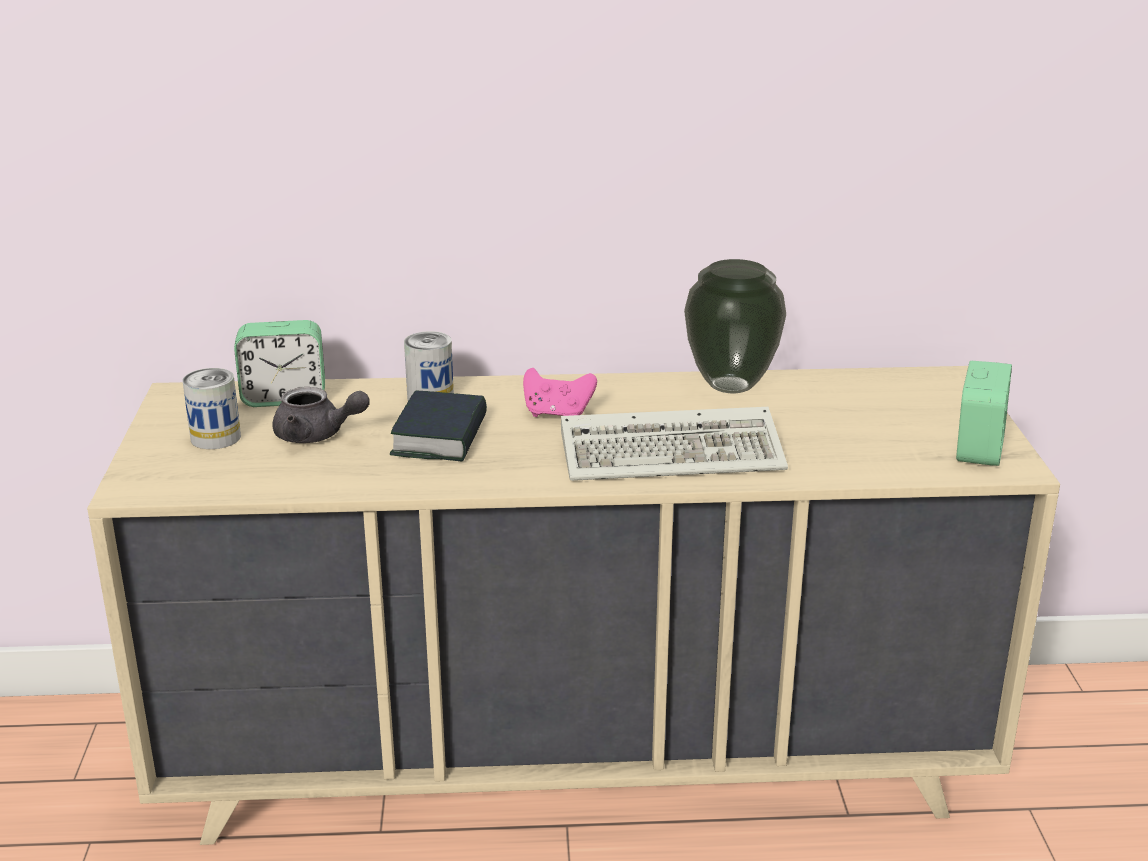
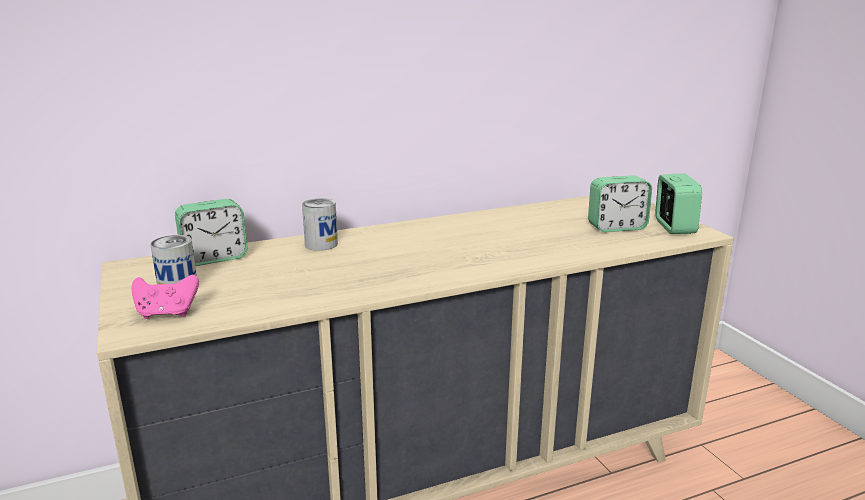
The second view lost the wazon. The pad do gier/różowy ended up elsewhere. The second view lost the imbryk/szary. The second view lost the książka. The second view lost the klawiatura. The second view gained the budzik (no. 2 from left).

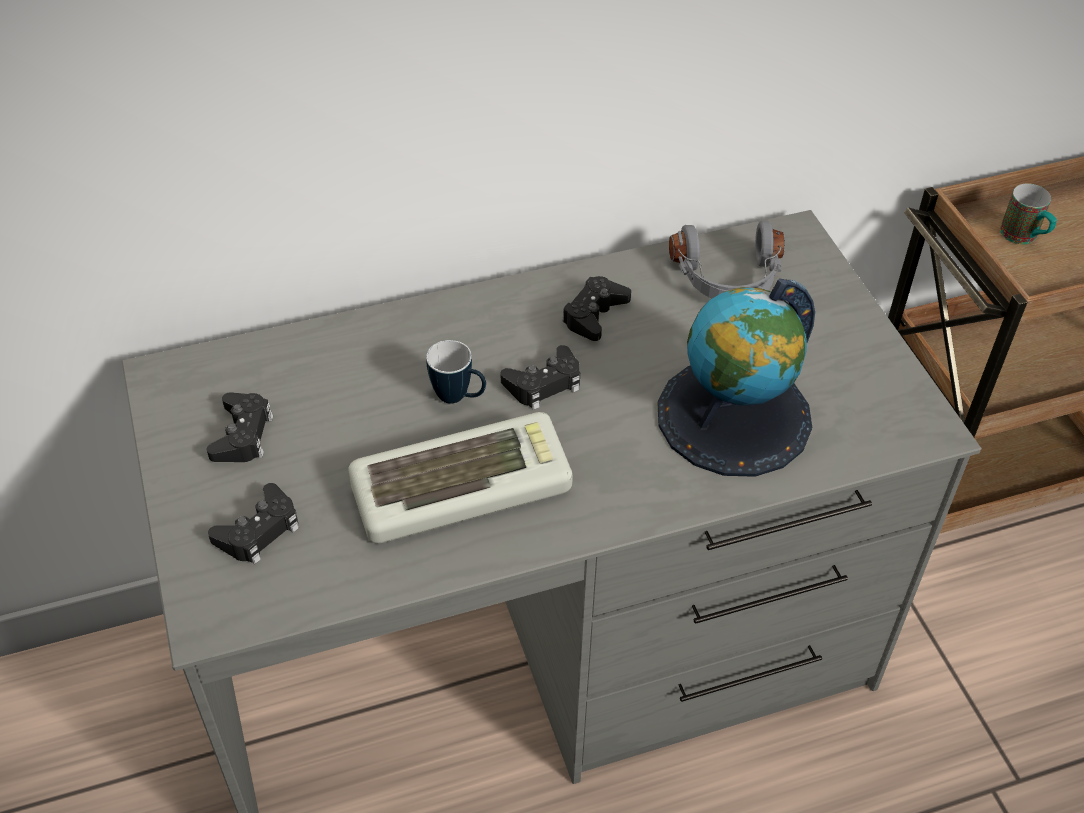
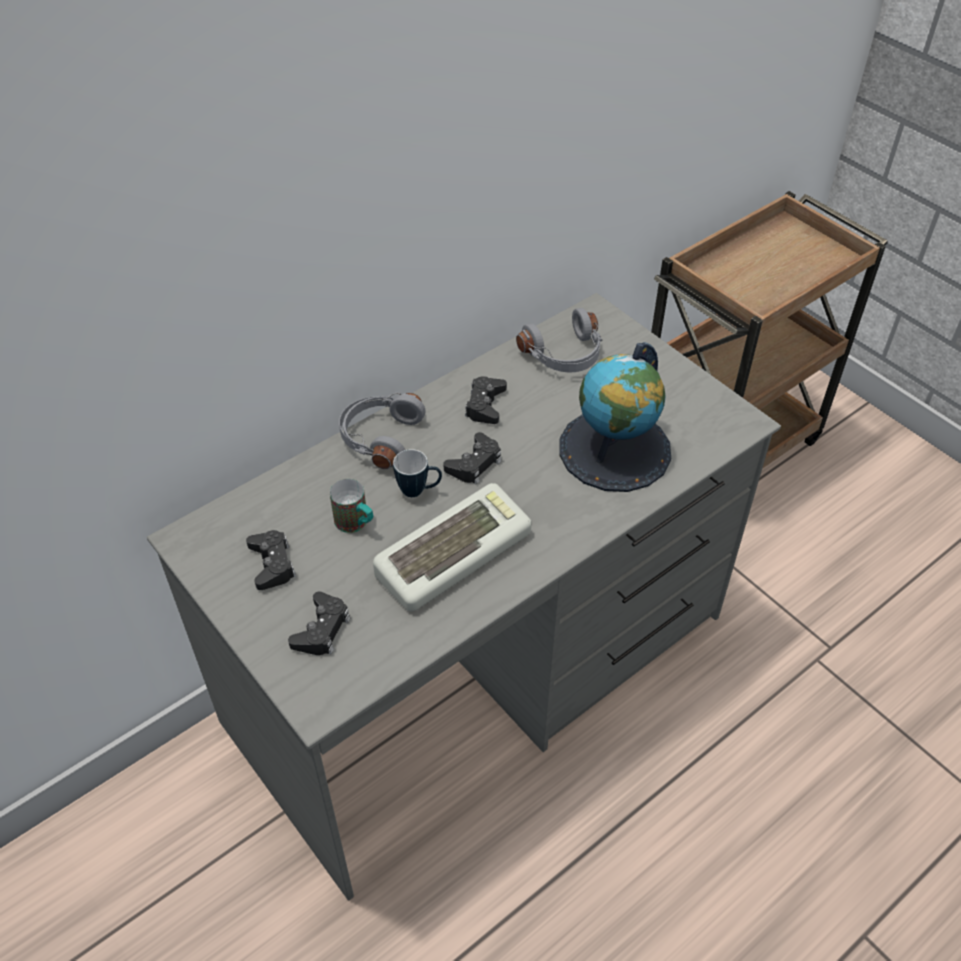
The kubek (no. 2 from left in the first image) ended up elsewhere. The second view gained the słuchawki/szary (no. 1 from left).

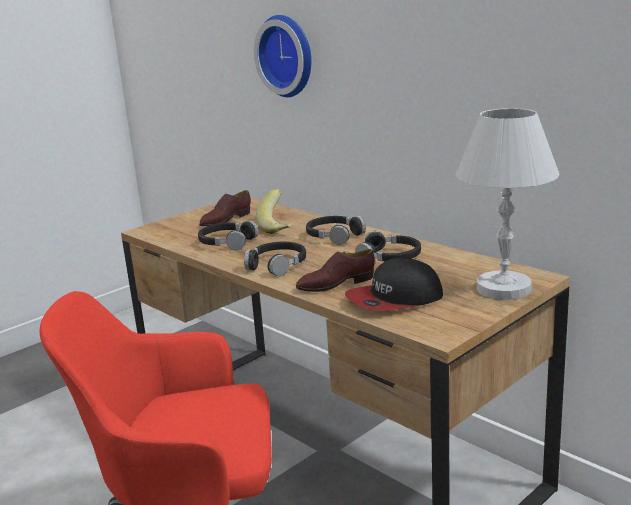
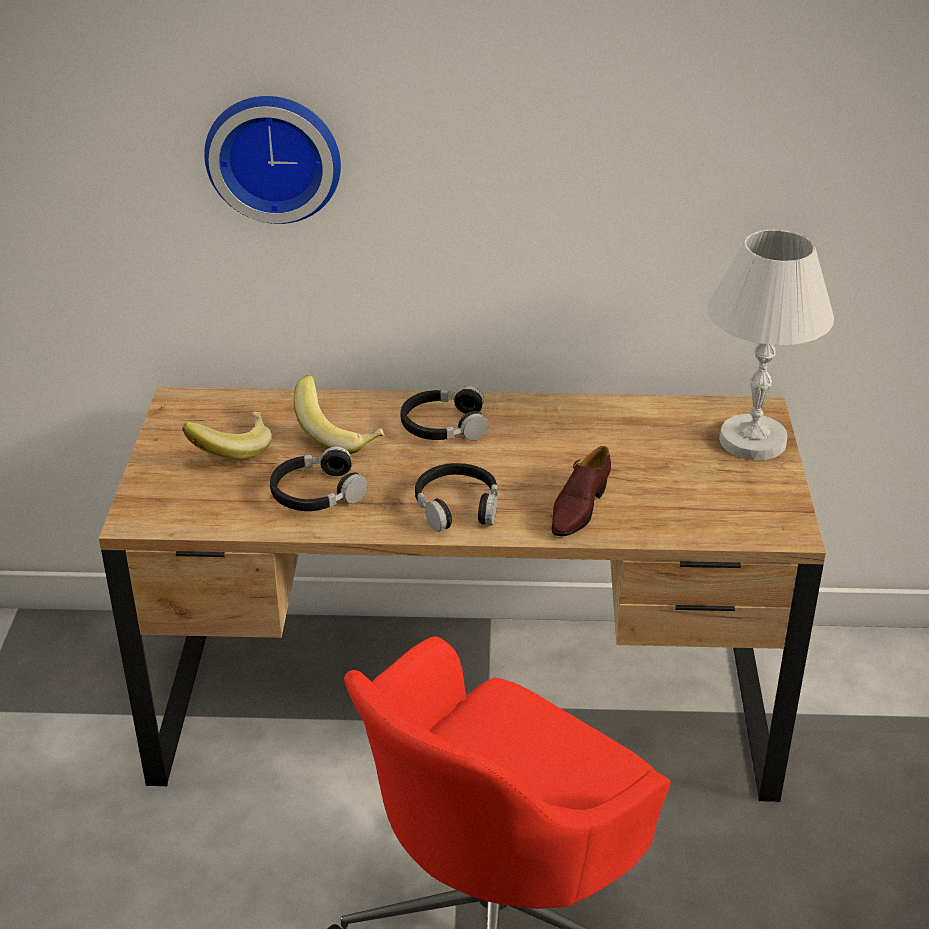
Where the but/brązowy (no. 1 from left) stood, the banan (no. 1 from left) came to stand. The second view lost the słuchawki/czarny (no. 4 from left). The second view lost the czapka z daszkiem.

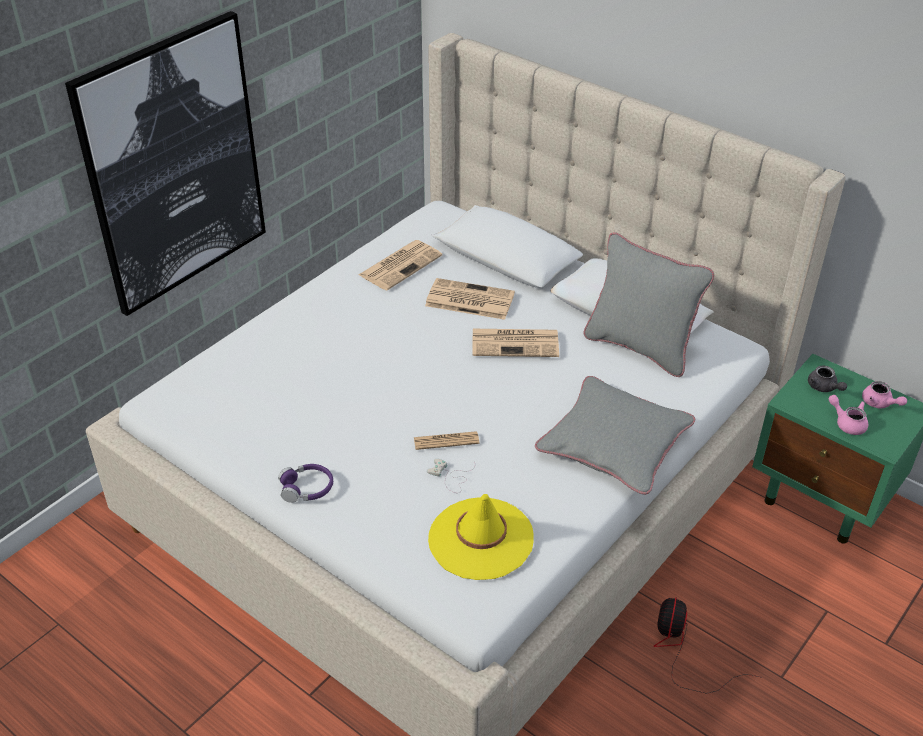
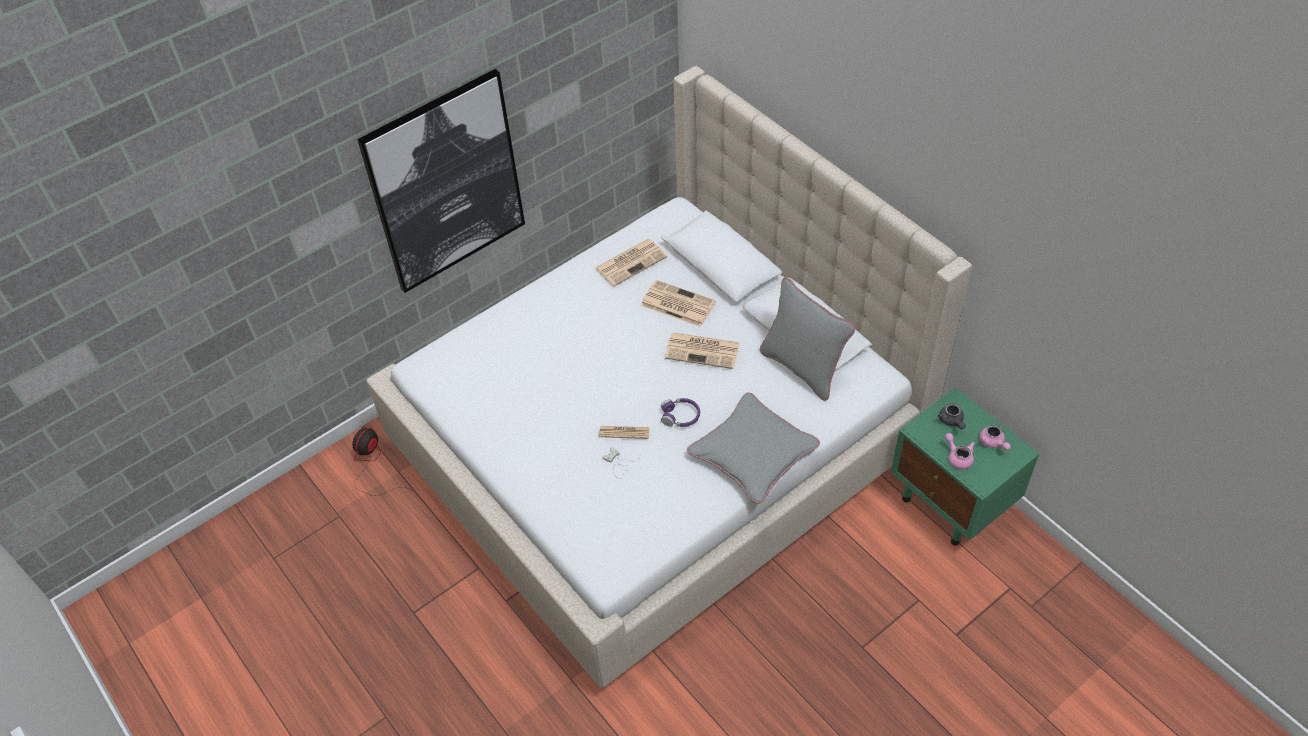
The słuchawki/fioletowy ended up elsewhere. The second view lost the kapelusz/żółty. The wentylator ended up elsewhere.

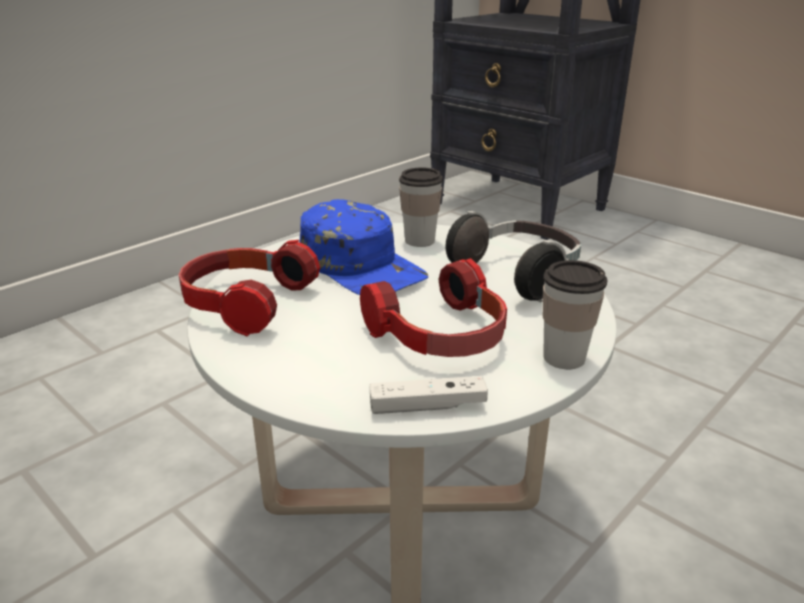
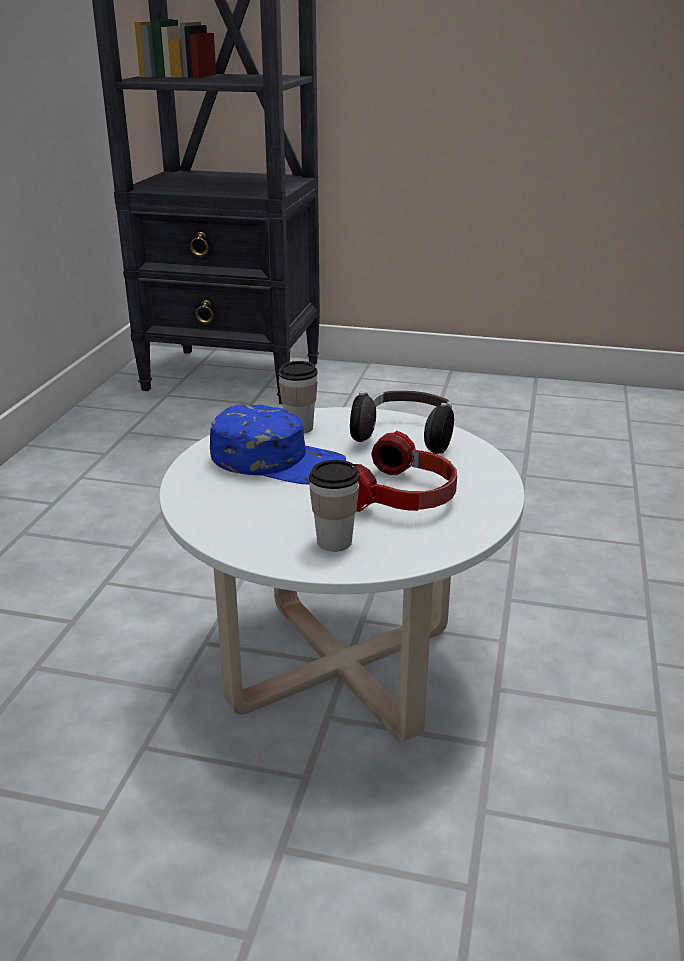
The second view lost the słuchawki (no. 1 from left). The filiżanka (no. 2 from left) ended up elsewhere. The second view lost the pad do gier/biały.

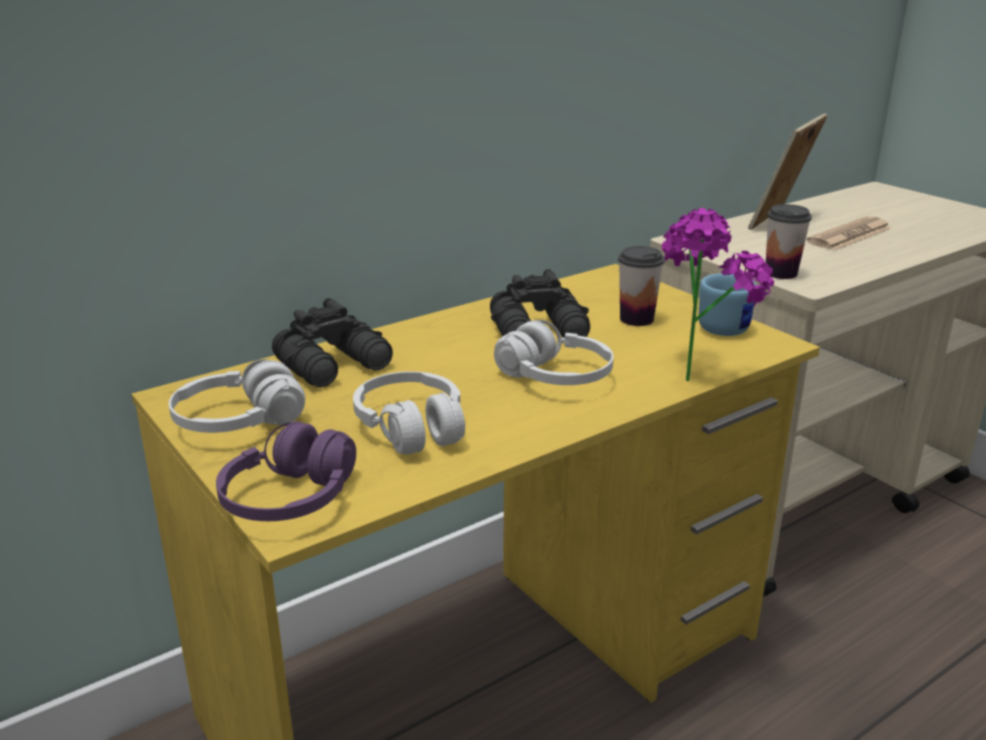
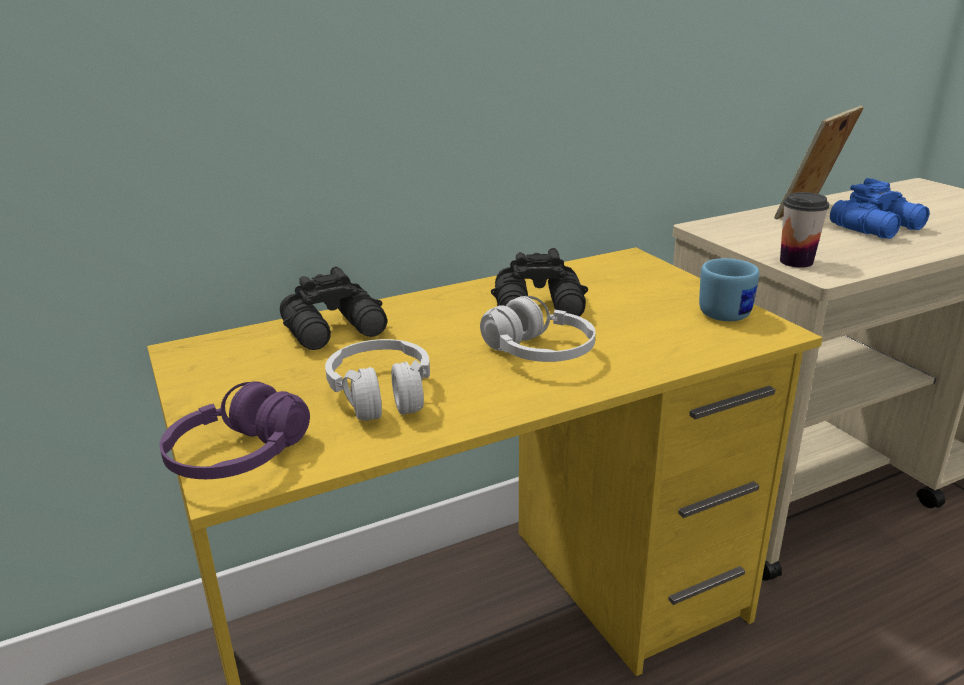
The second view lost the roślina doniczkowa. Where the gazeta stood, the lornetka/niebieski came to stand. The second view lost the filiżanka (no. 1 from left). The second view lost the słuchawki/biały (no. 1 from left).

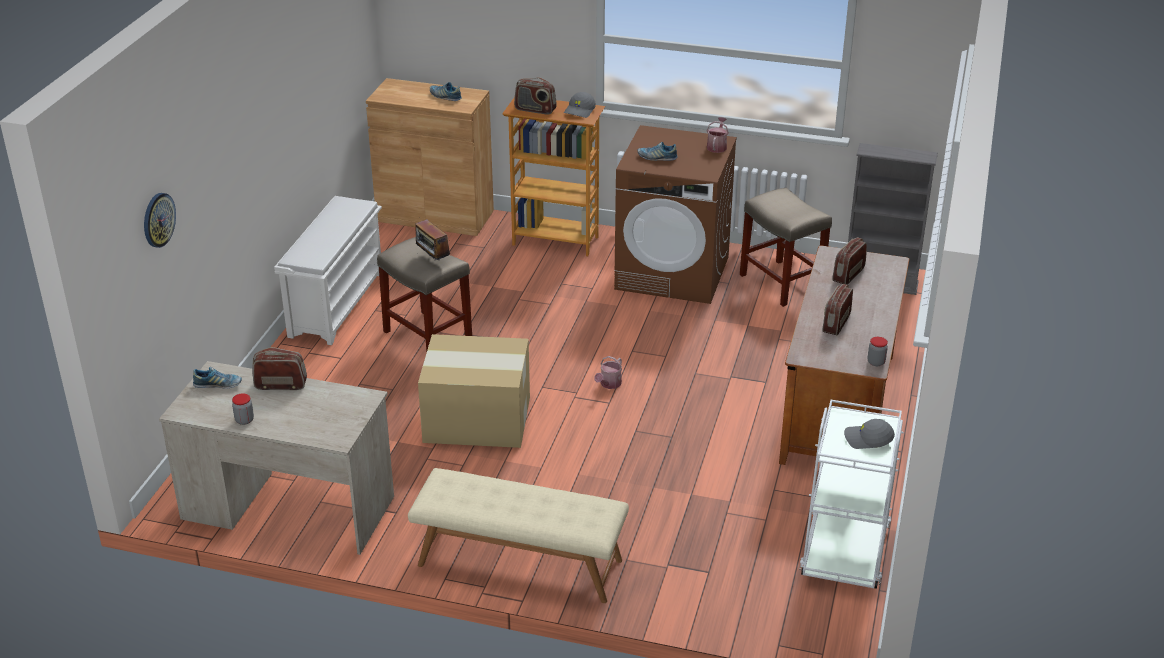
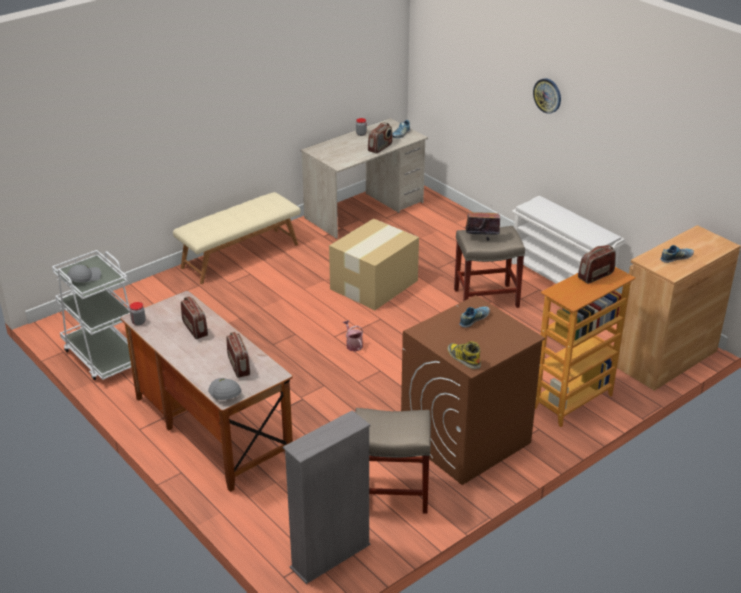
The czapka z daszkiem/szary (no. 1 from left in the first image) ended up elsewhere. Where the konewka (no. 2 from left) stood, the but z cholewką came to stand. The zegar ścienny ended up elsewhere.

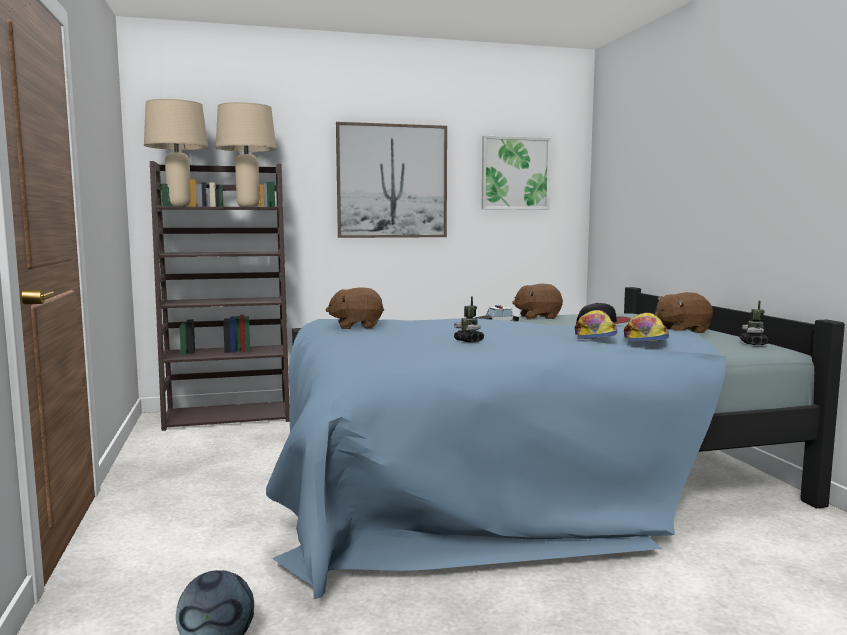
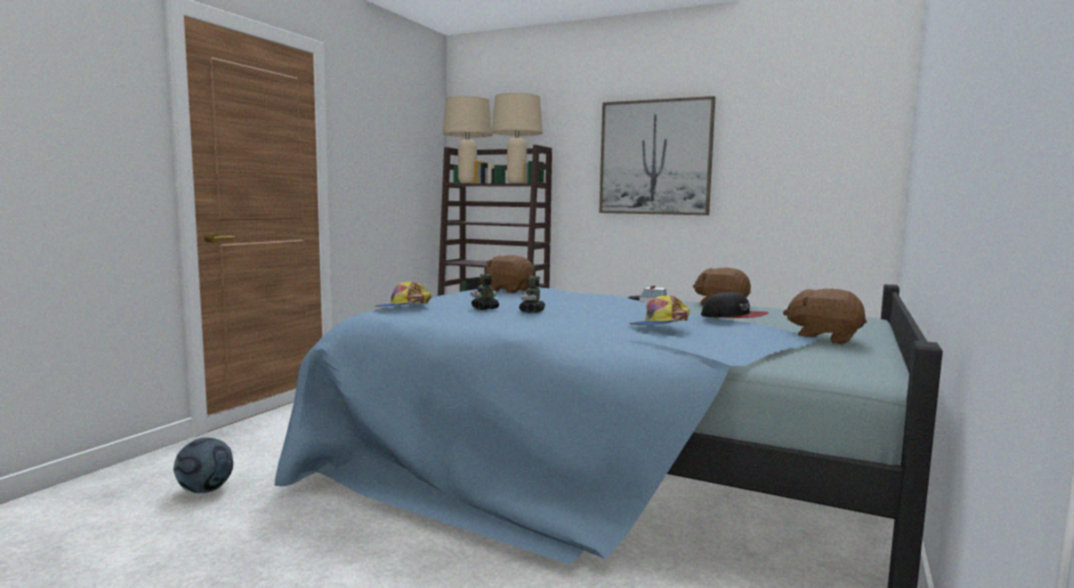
The second view lost the obraz (no. 2 from left). The robot zabawkowy (no. 2 from left in the first image) ended up elsewhere. The czapka z daszkiem (no. 3 from left in the first image) ended up elsewhere.

